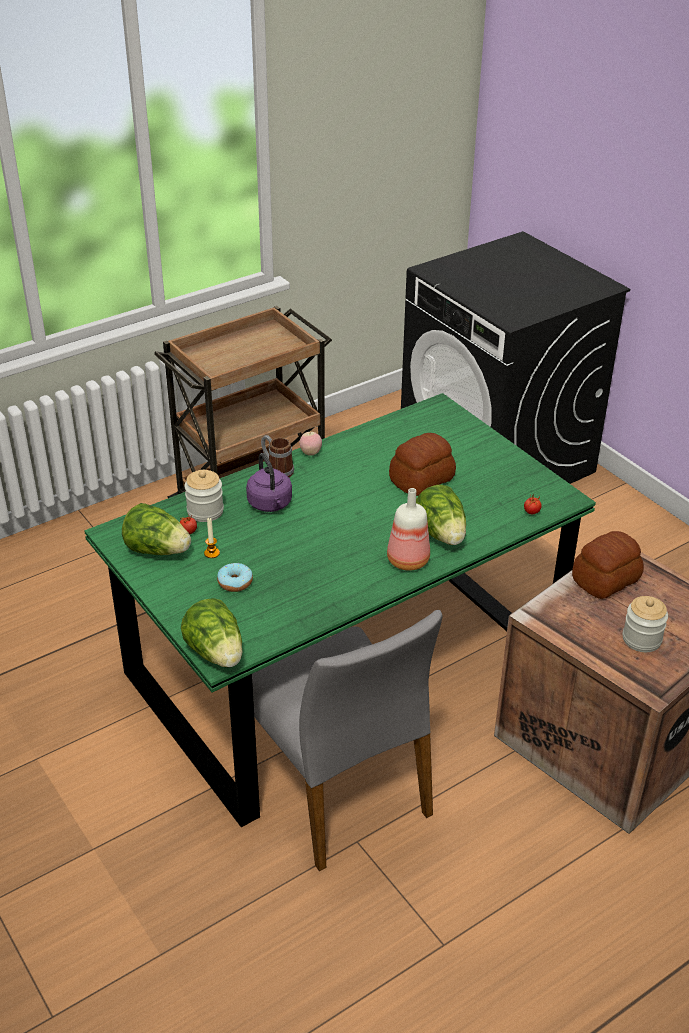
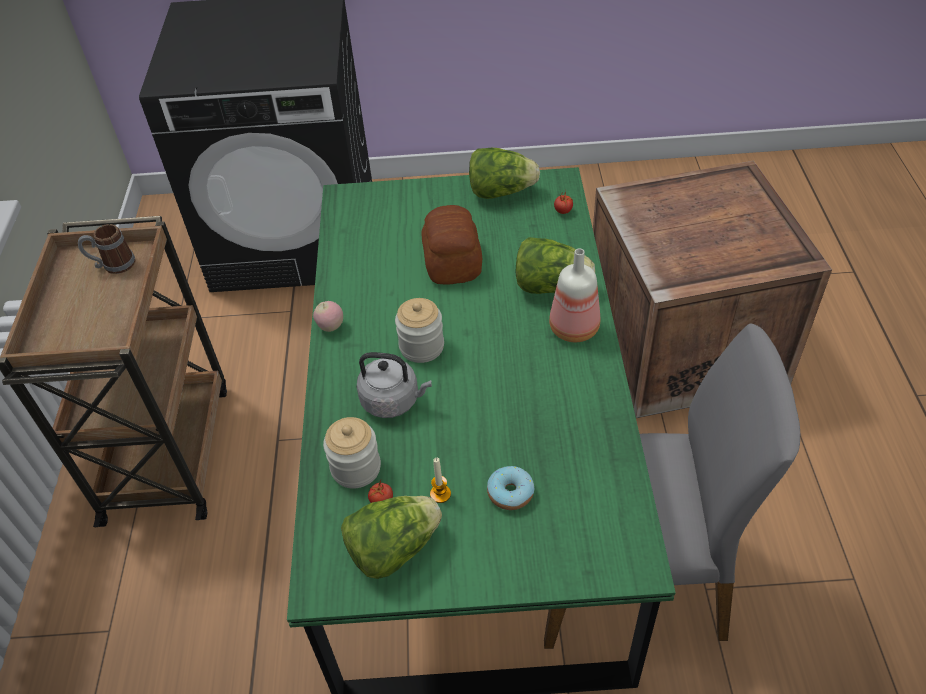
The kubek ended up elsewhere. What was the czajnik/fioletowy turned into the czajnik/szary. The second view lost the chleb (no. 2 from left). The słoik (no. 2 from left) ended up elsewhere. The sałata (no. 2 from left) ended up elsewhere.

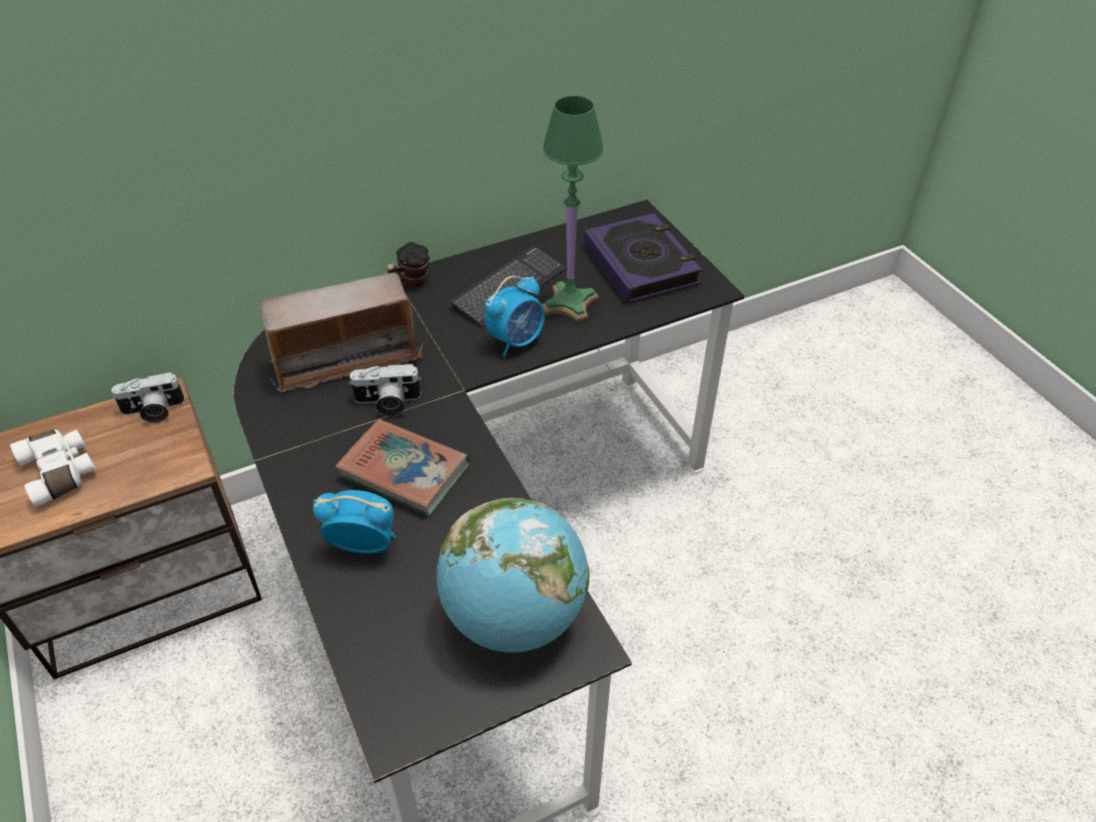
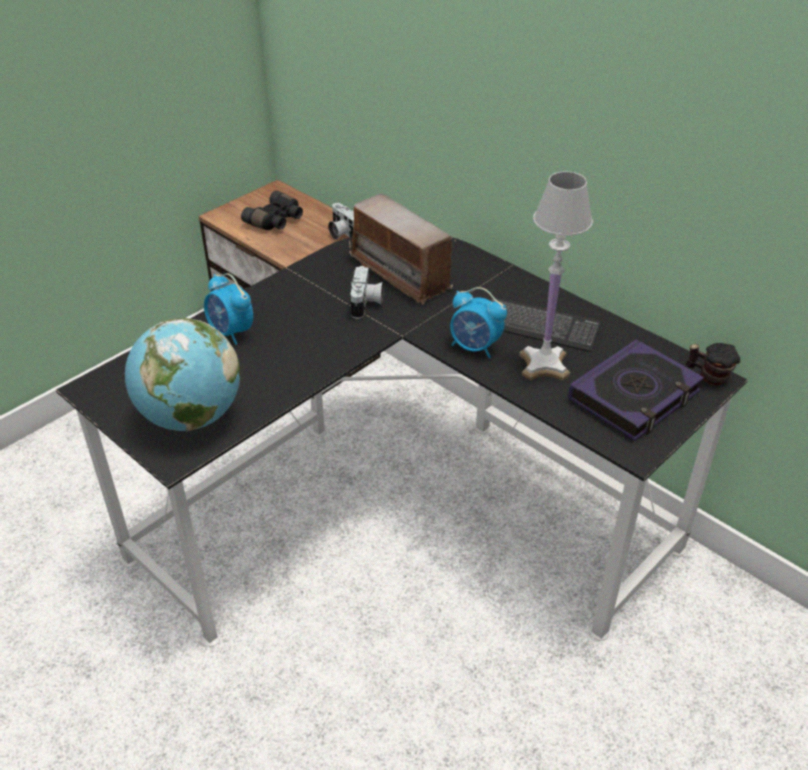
What was the lampa stołowa/zielony turned into the lampa stołowa/biały. The kubek ended up elsewhere. The aparat fotograficzny (no. 2 from left) ended up facing another way, 150 degrees counterclockwise from before. The second view lost the książka (no. 1 from left). What was the lornetka/biały turned into the lornetka/czarny. The budzik (no. 1 from left) ended up facing another way, 150 degrees clockwise from before.

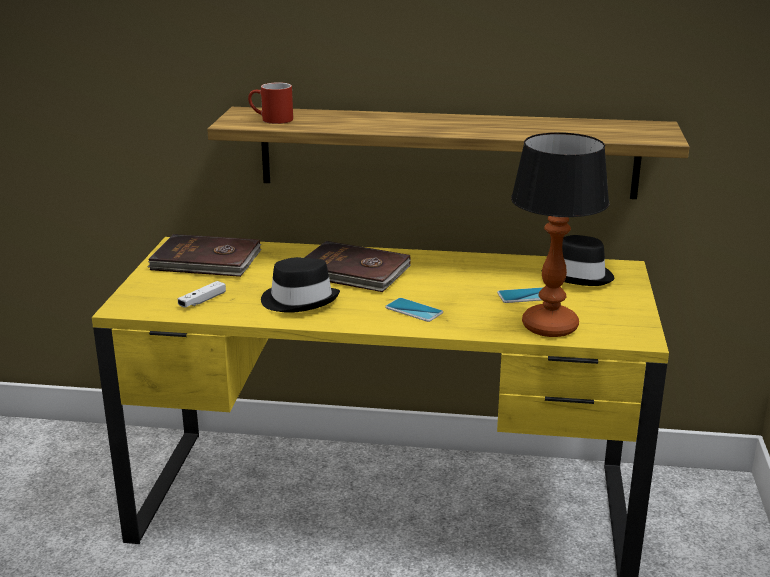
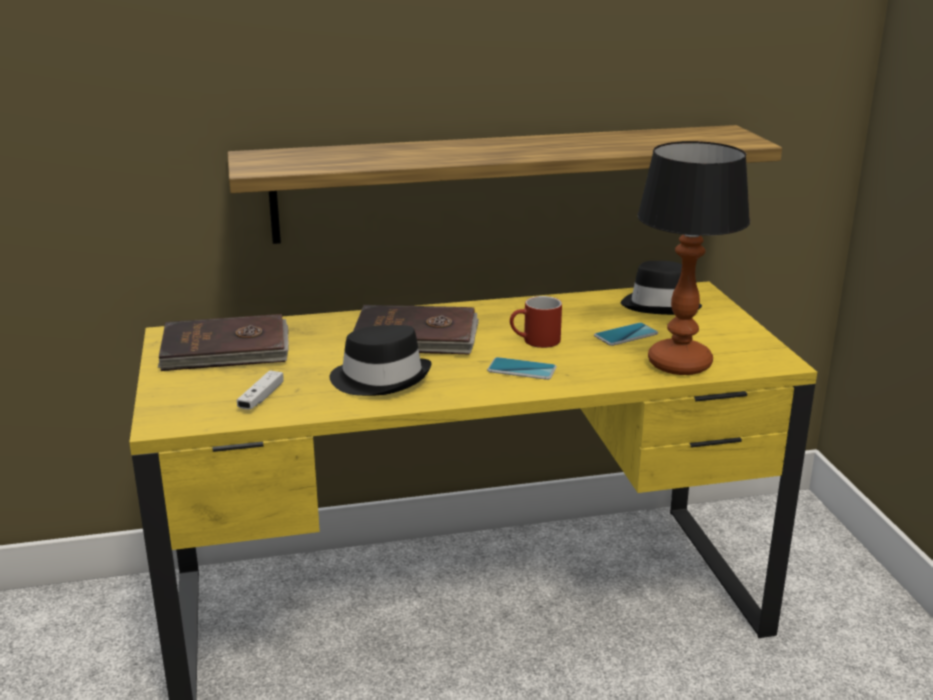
The kubek/czerwony ended up elsewhere.

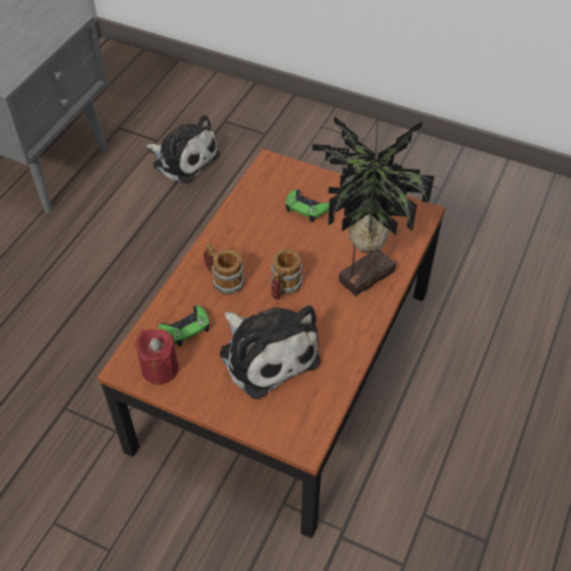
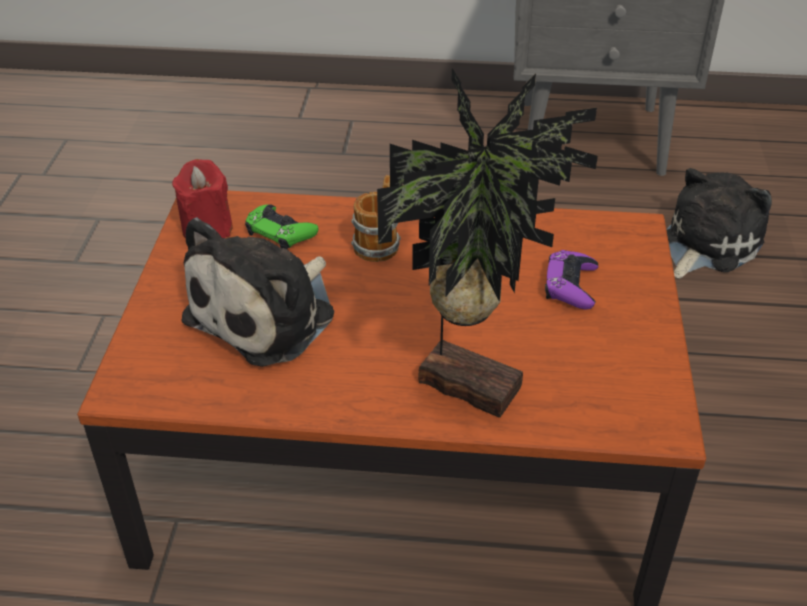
The pluszak (no. 1 from left in the first image) ended up facing another way, 150 degrees counterclockwise from before. What was the pad do gier/zielony (no. 2 from left) turned into the pad do gier/fioletowy. The second view lost the kubek (no. 2 from left).

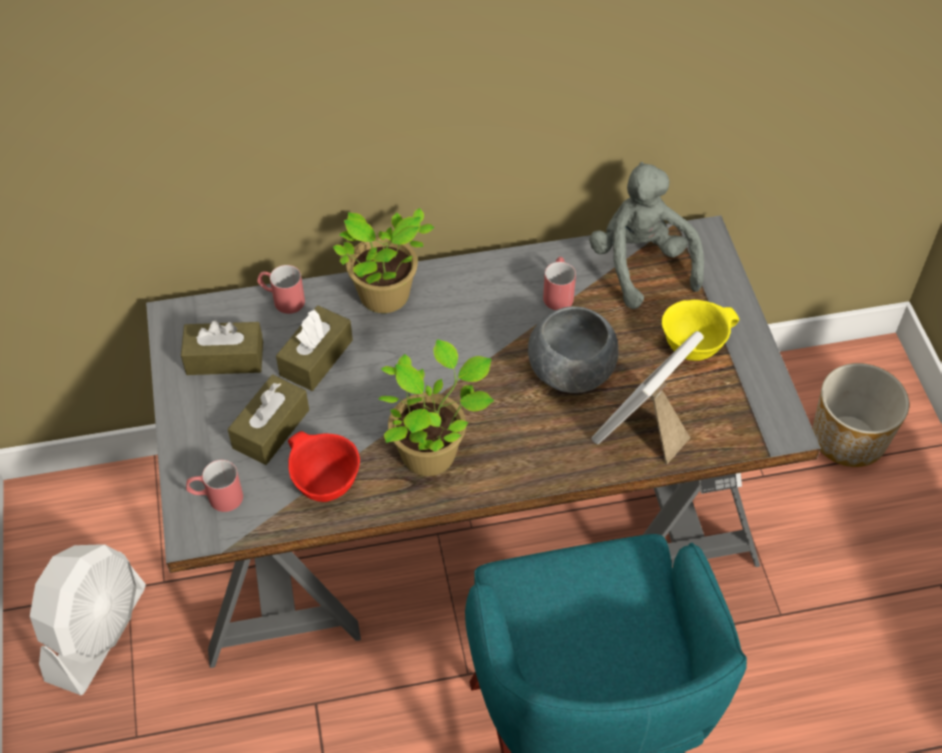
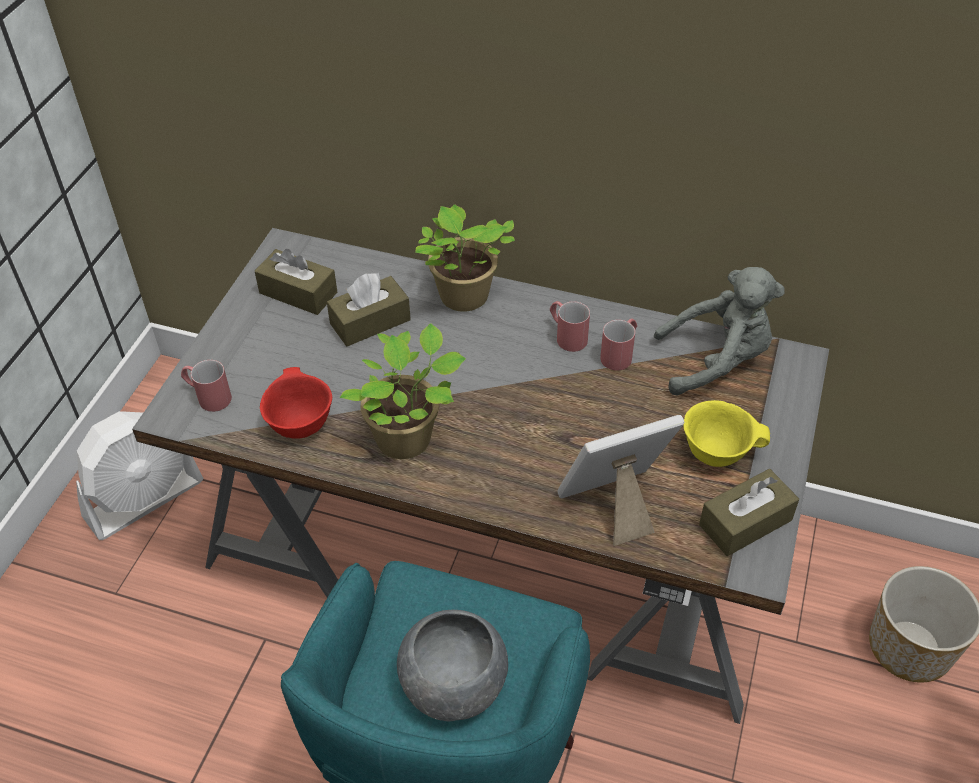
The pluszak/szary ended up facing another way, 75 degrees clockwise from before. The kubek/czerwony (no. 2 from left) ended up elsewhere. The miska/szary ended up elsewhere. The pudełko chusteczek/brązowy (no. 2 from left in the first image) ended up elsewhere.

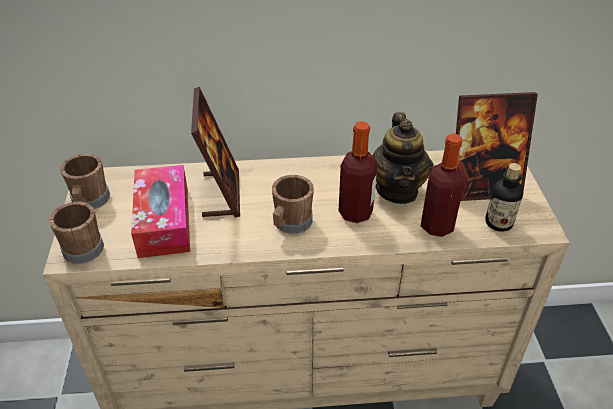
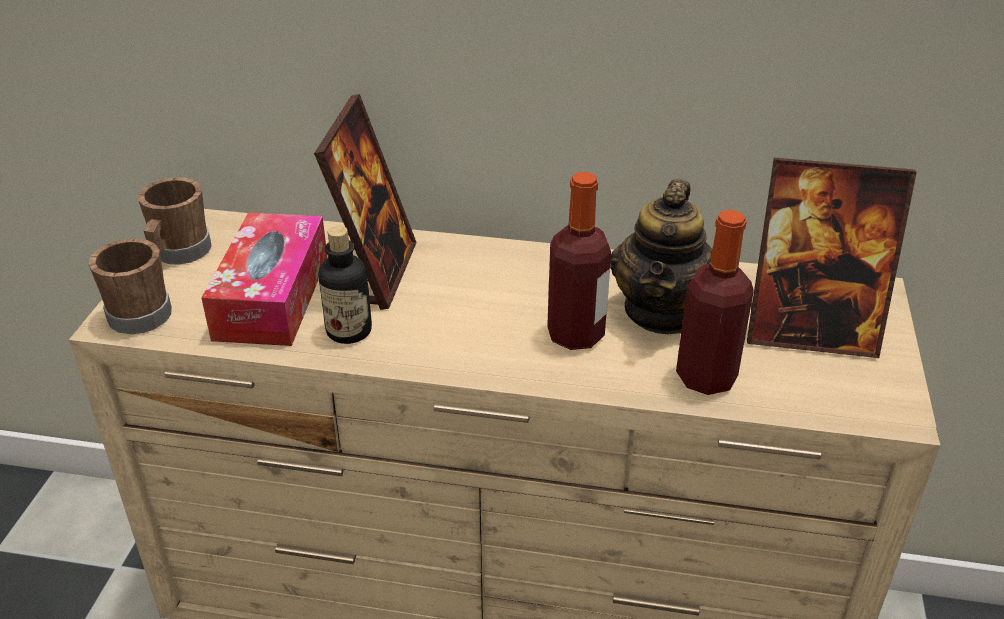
The butelka (no. 3 from left in the first image) ended up elsewhere. The second view lost the kubek/brązowy (no. 3 from left).

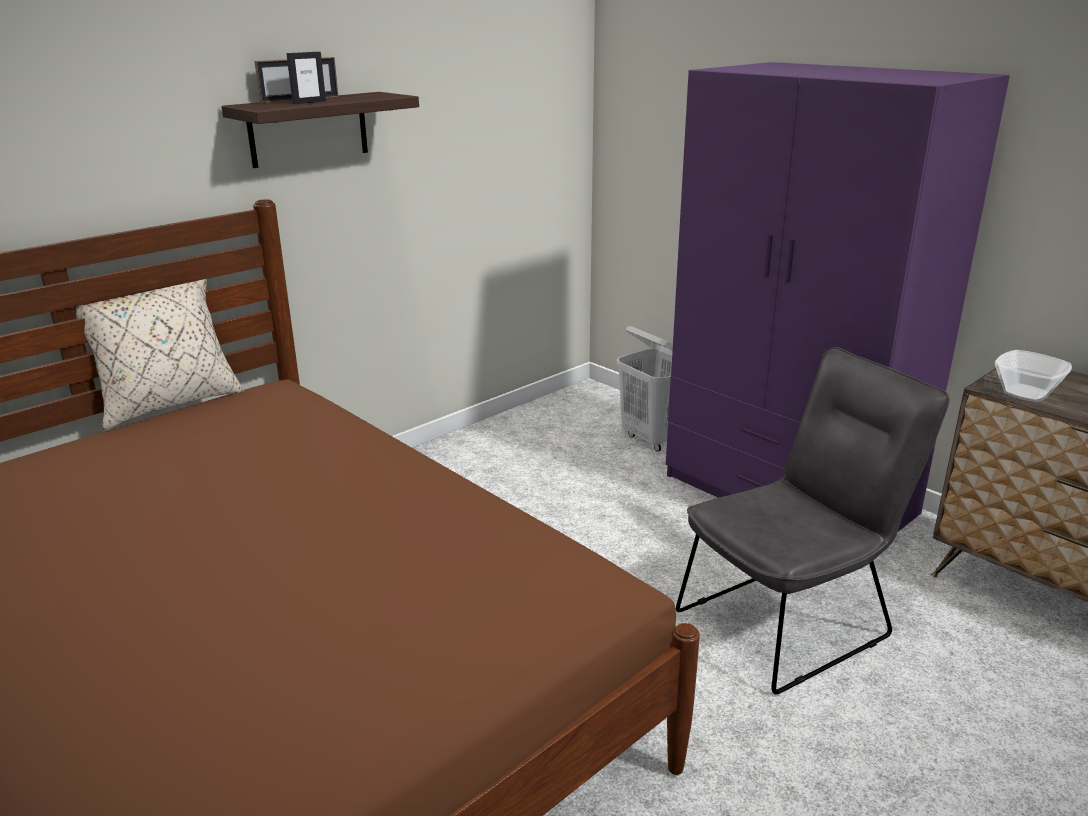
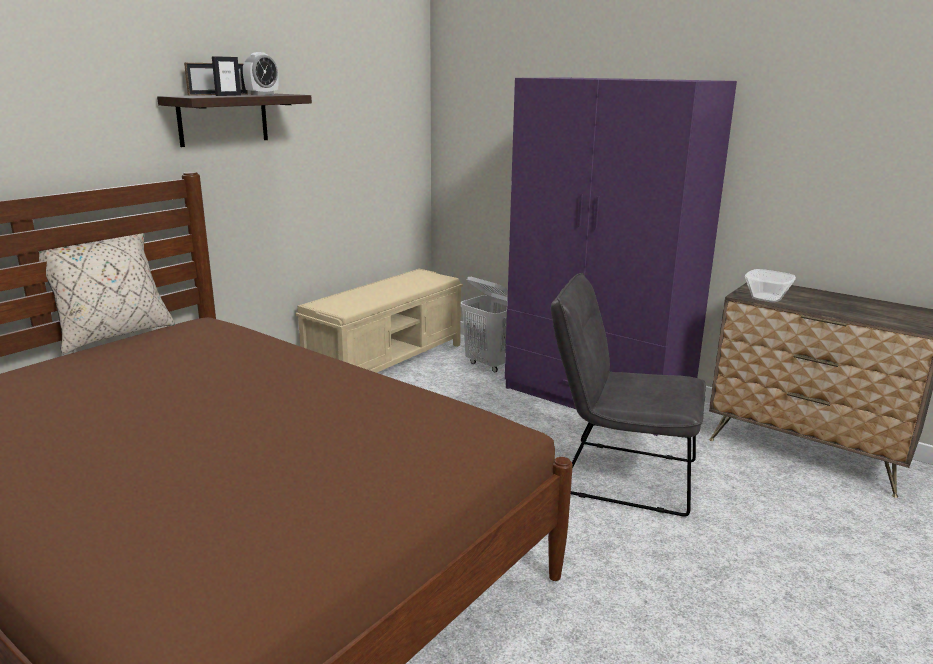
The krzesło/szary ended up facing another way, 120 degrees counterclockwise from before. The second view gained the budzik. The second view gained the ławka/beżowy.

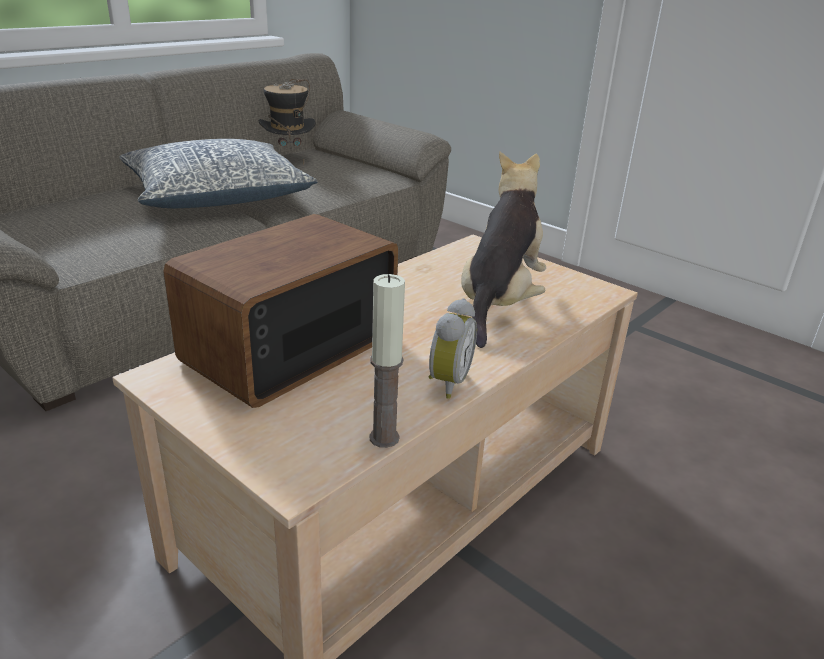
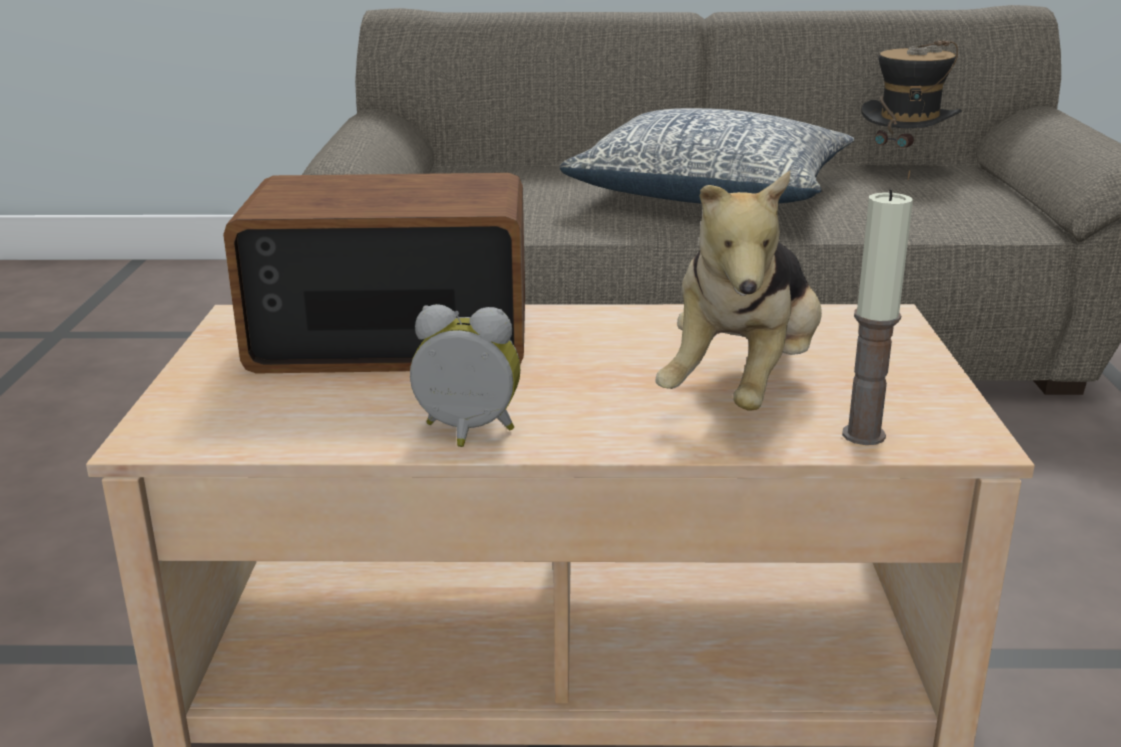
The pluszak ended up facing another way, 135 degrees clockwise from before. The świeca ended up elsewhere. The budzik ended up facing another way, 150 degrees counterclockwise from before.

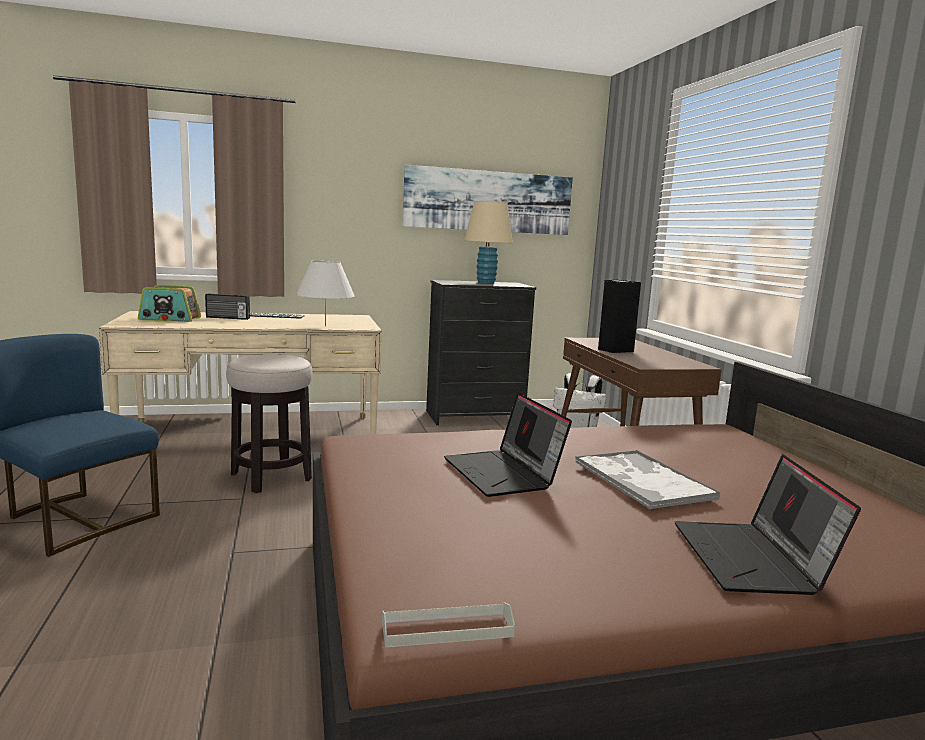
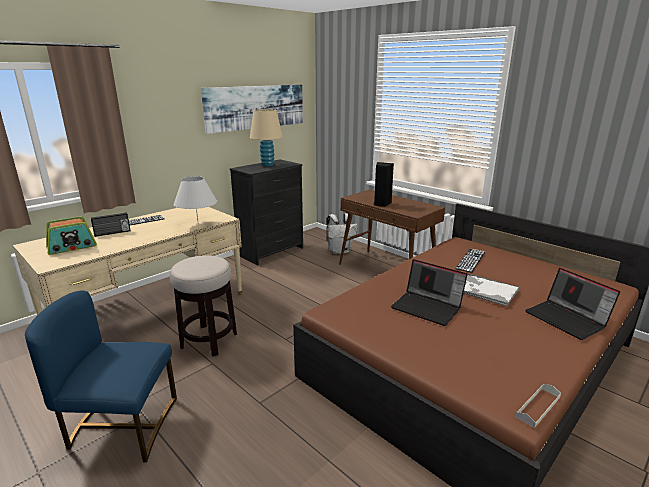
The second view gained the klawiatura (no. 2 from left).

